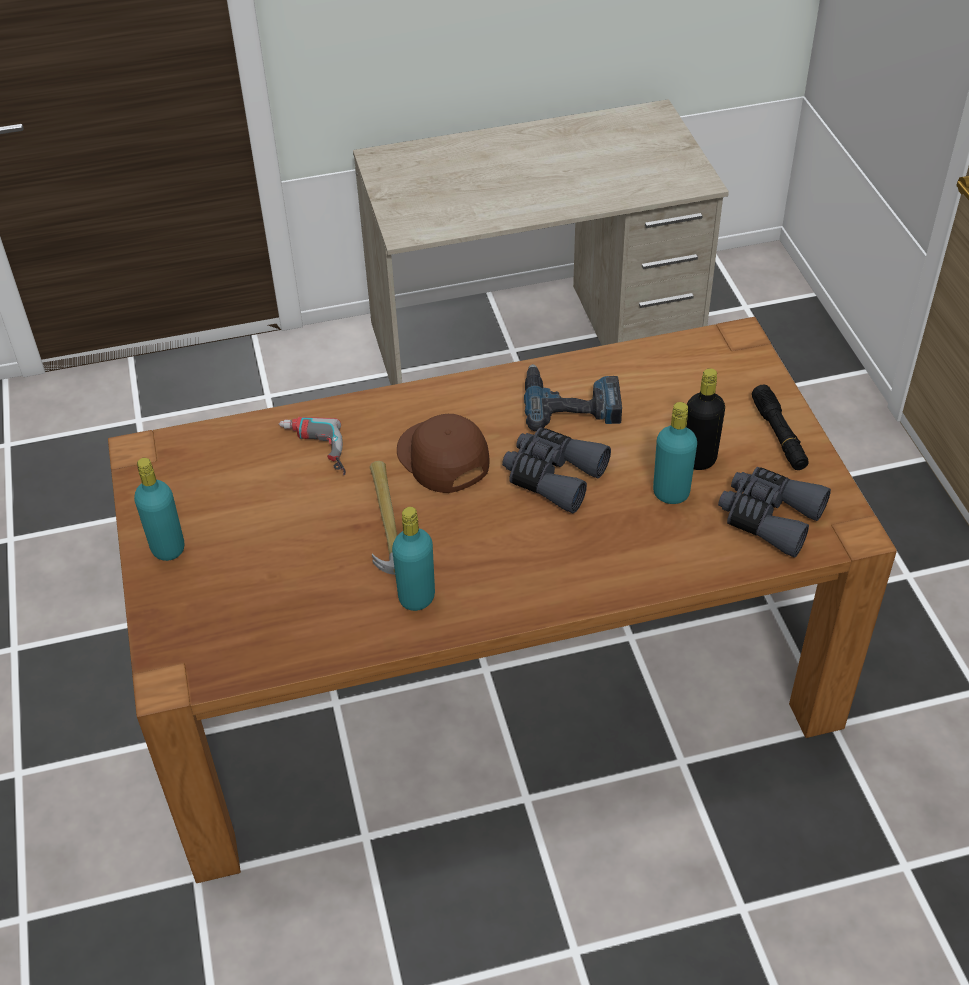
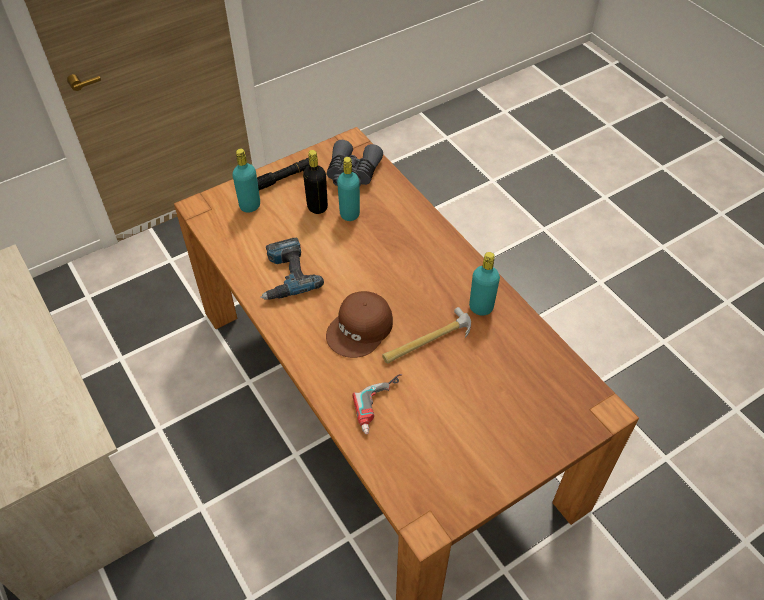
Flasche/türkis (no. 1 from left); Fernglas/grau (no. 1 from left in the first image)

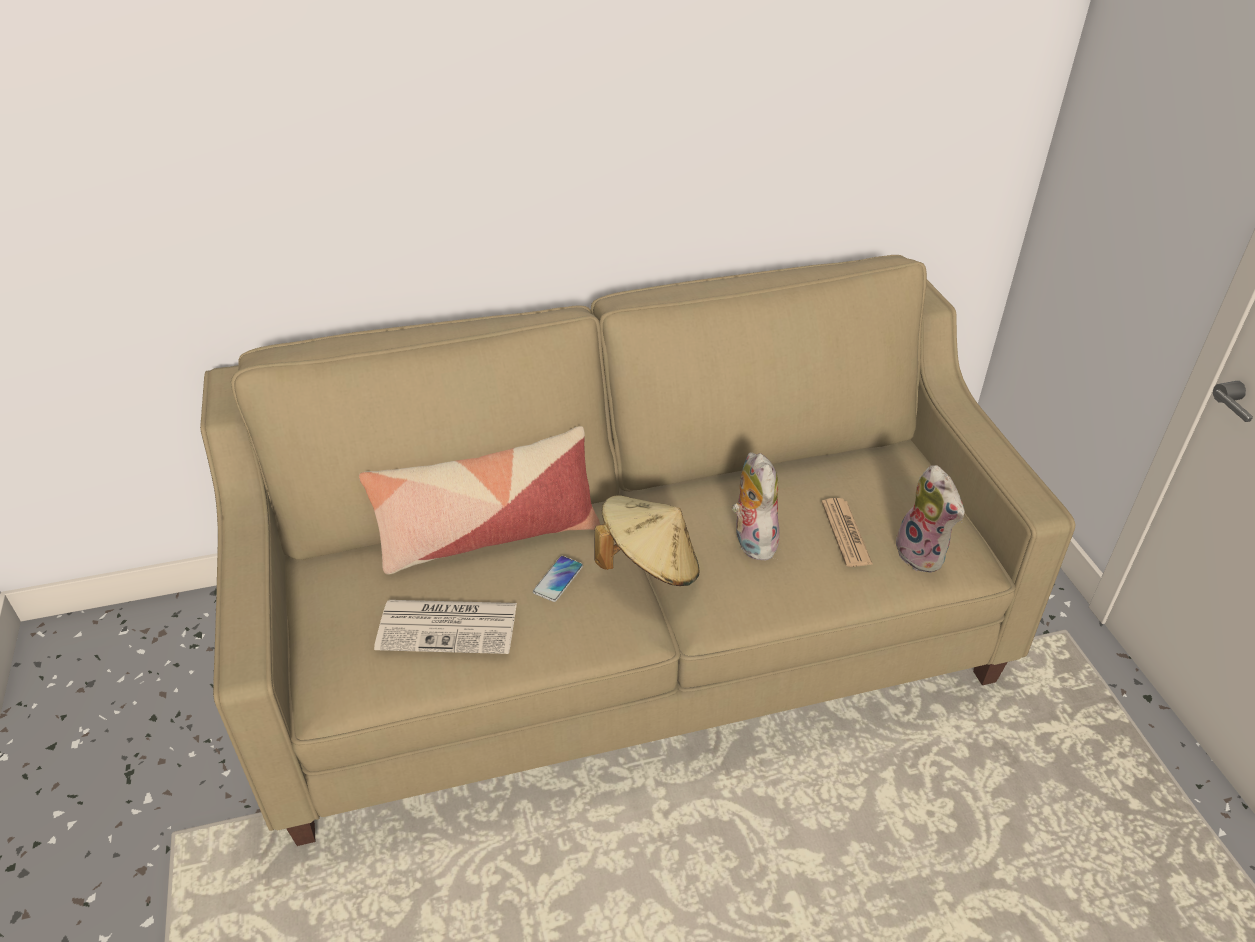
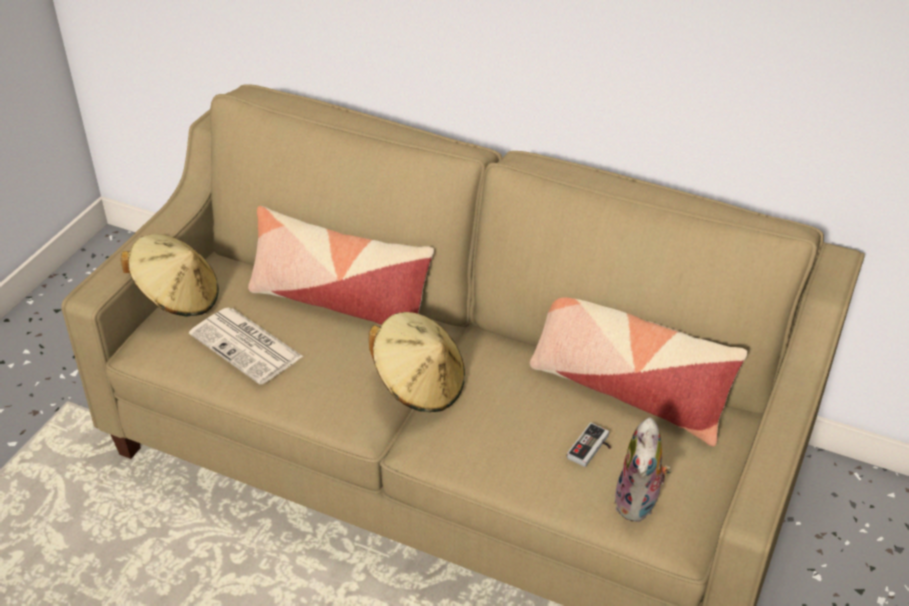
Handy; Plüschtier (no. 1 from left in the first image); Gamepad; Hut/beige (no. 1 from left); Kissen (no. 2 from left)

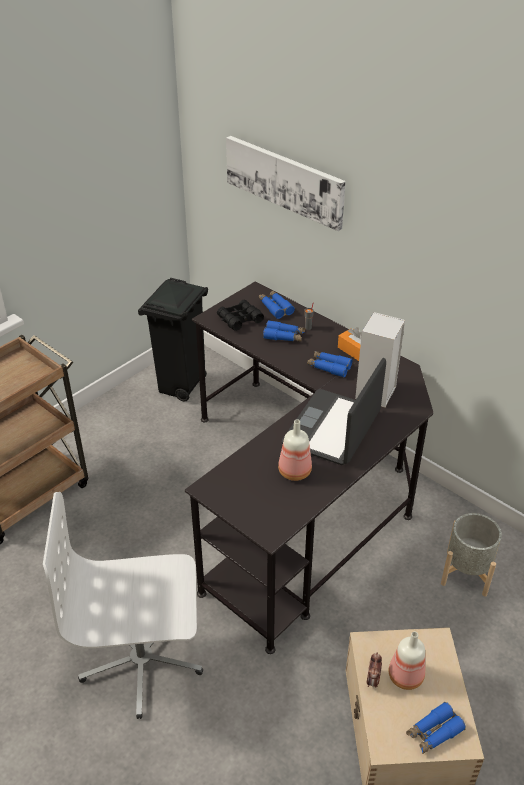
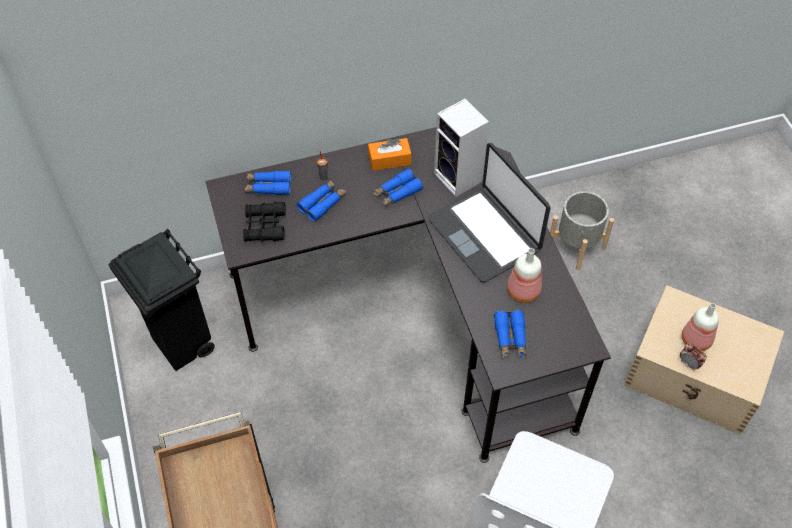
Bild; Fernglas/blau (no. 4 from left)

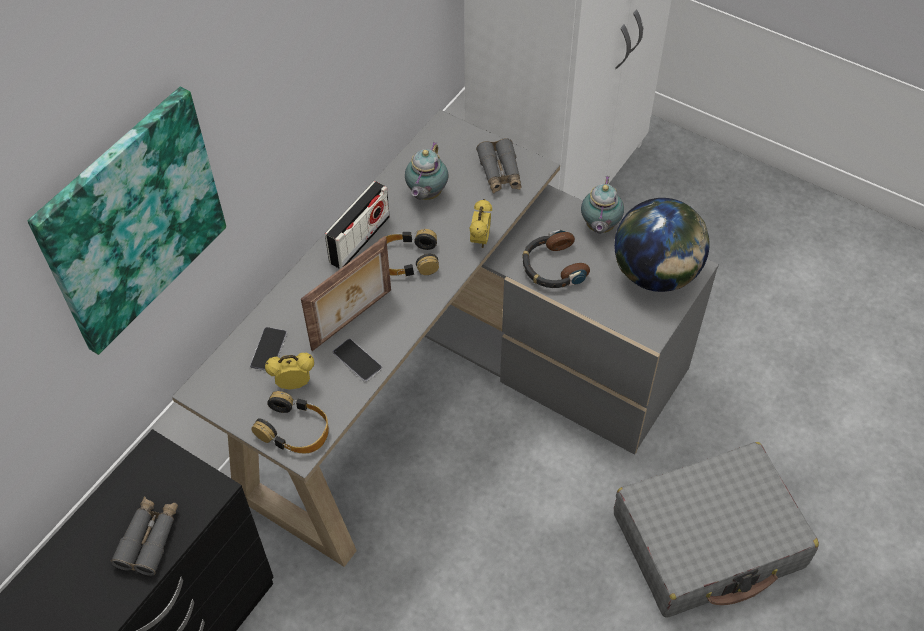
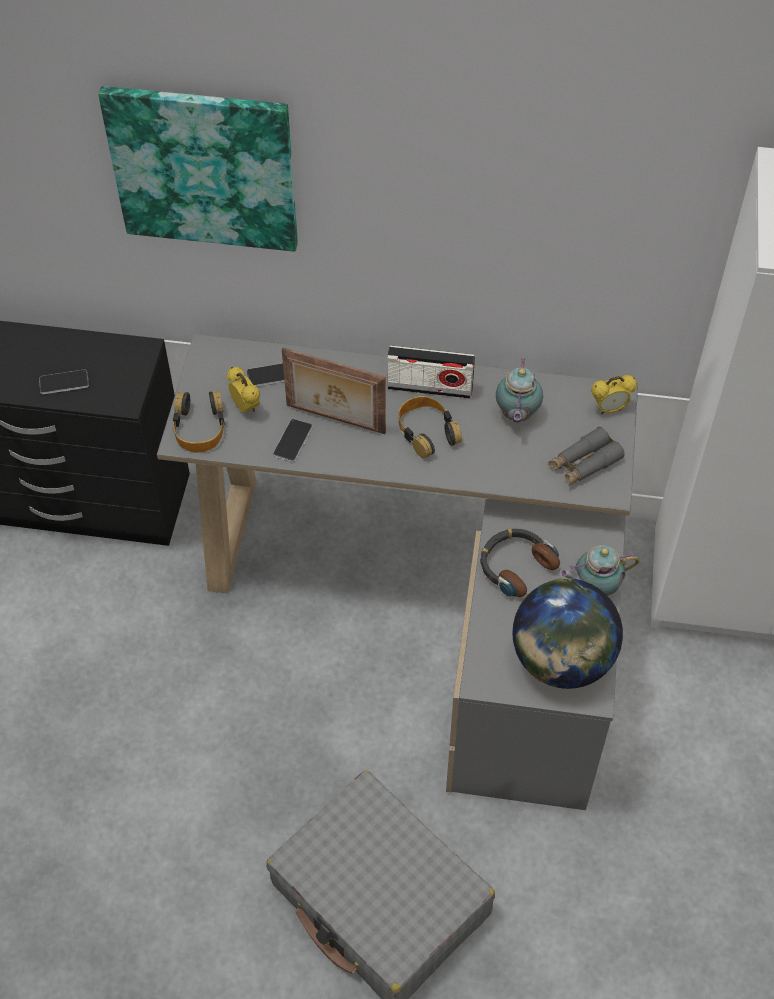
Handy (no. 1 from left); Teekanne (no. 1 from left); Wecker (no. 2 from left)

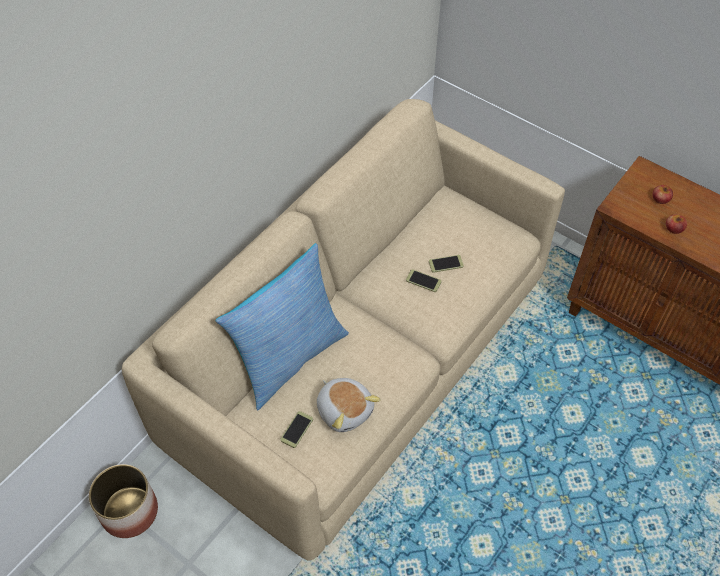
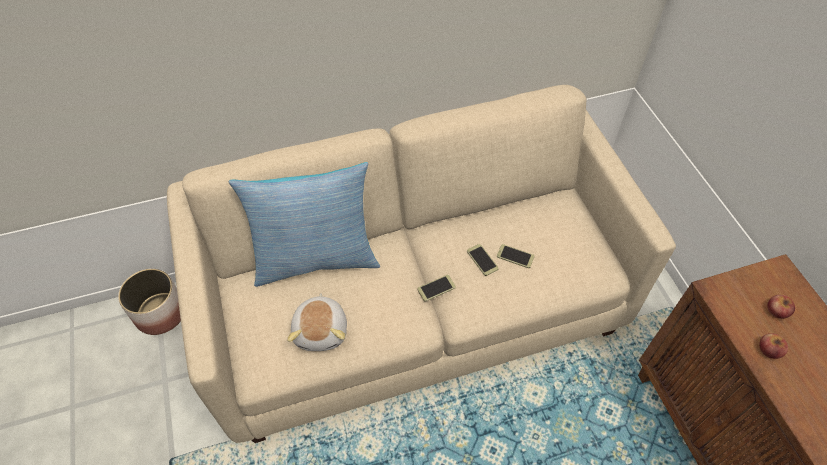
Handy (no. 1 from left)

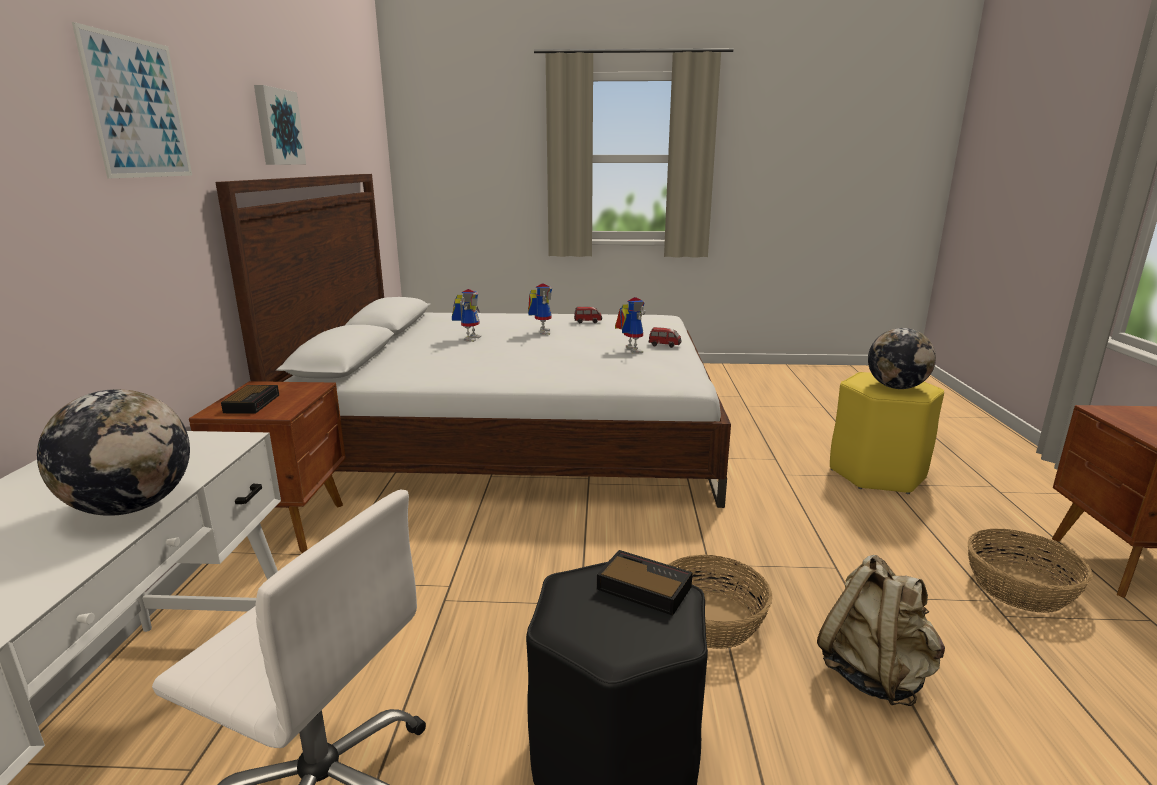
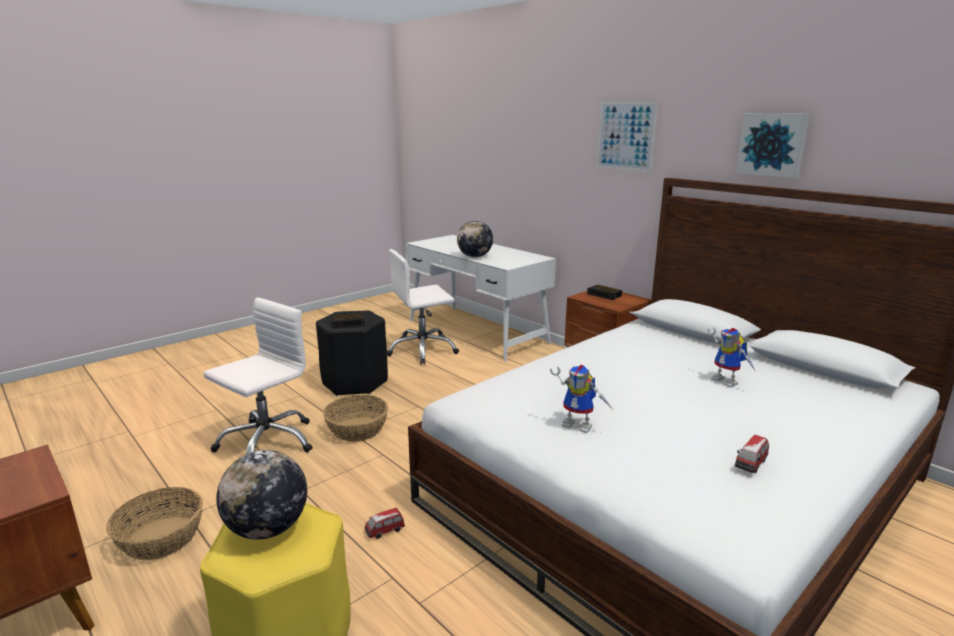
Spielzeugroboter (no. 2 from left in the first image); Spielzeugauto (no. 1 from left); Bürostuhl/weiß (no. 1 from left)

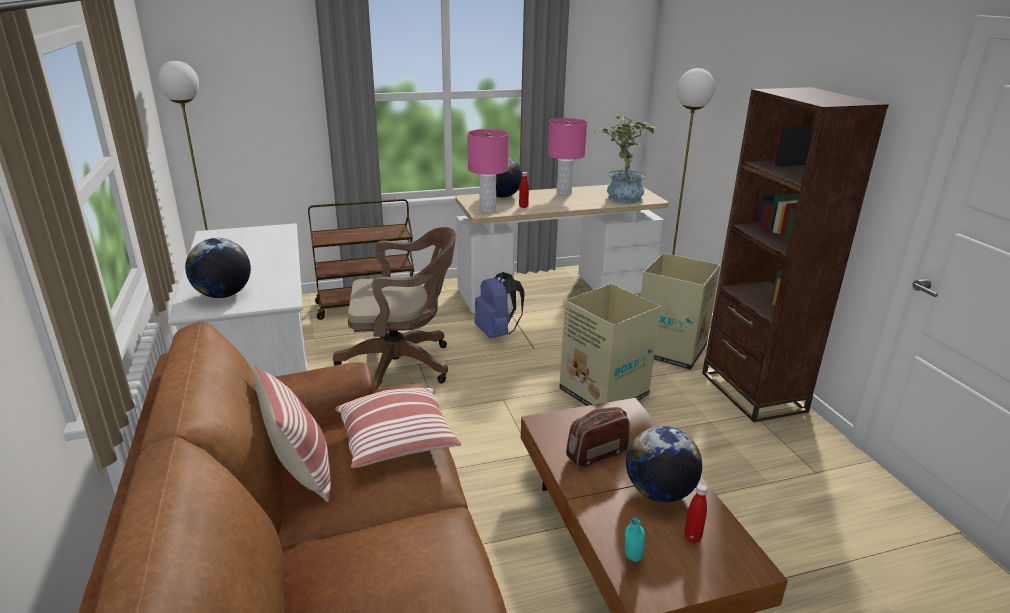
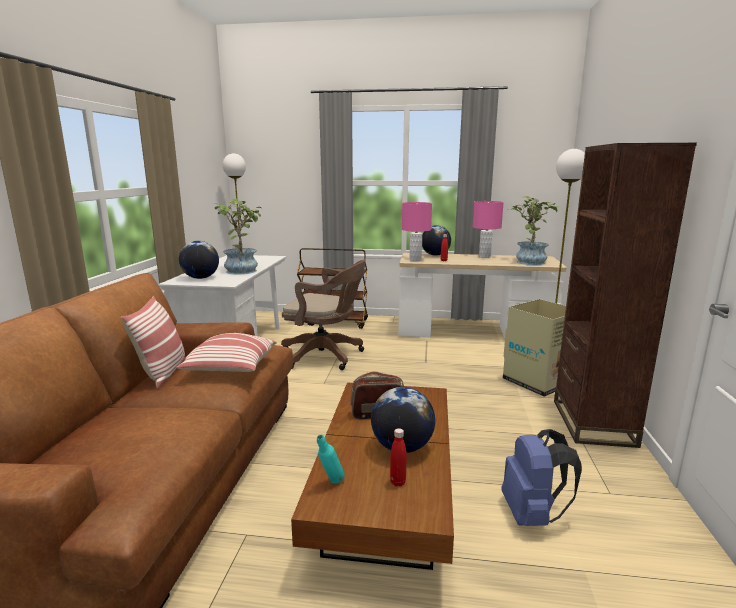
Rucksack/blau; Karton (no. 1 from left in the first image); Topfpflanze (no. 1 from left)

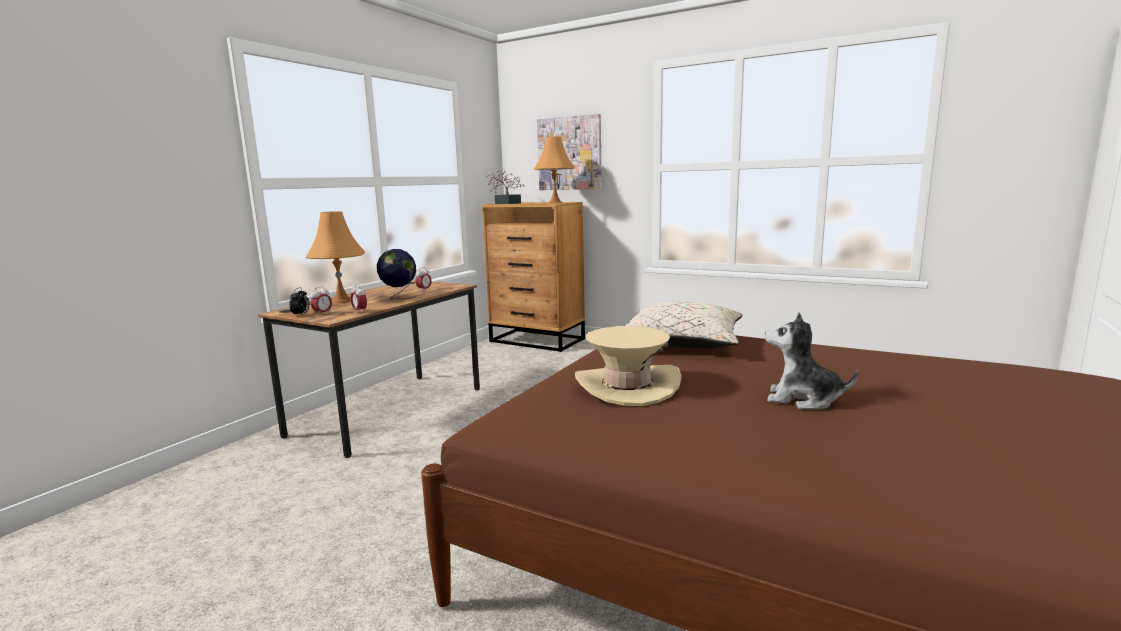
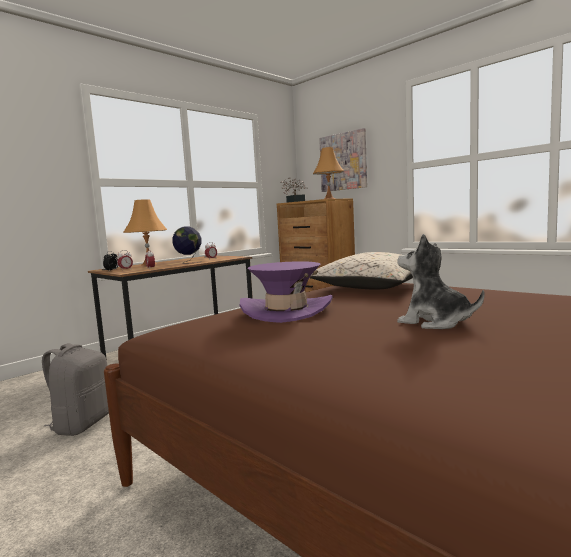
Hut/lila; Rucksack/grau

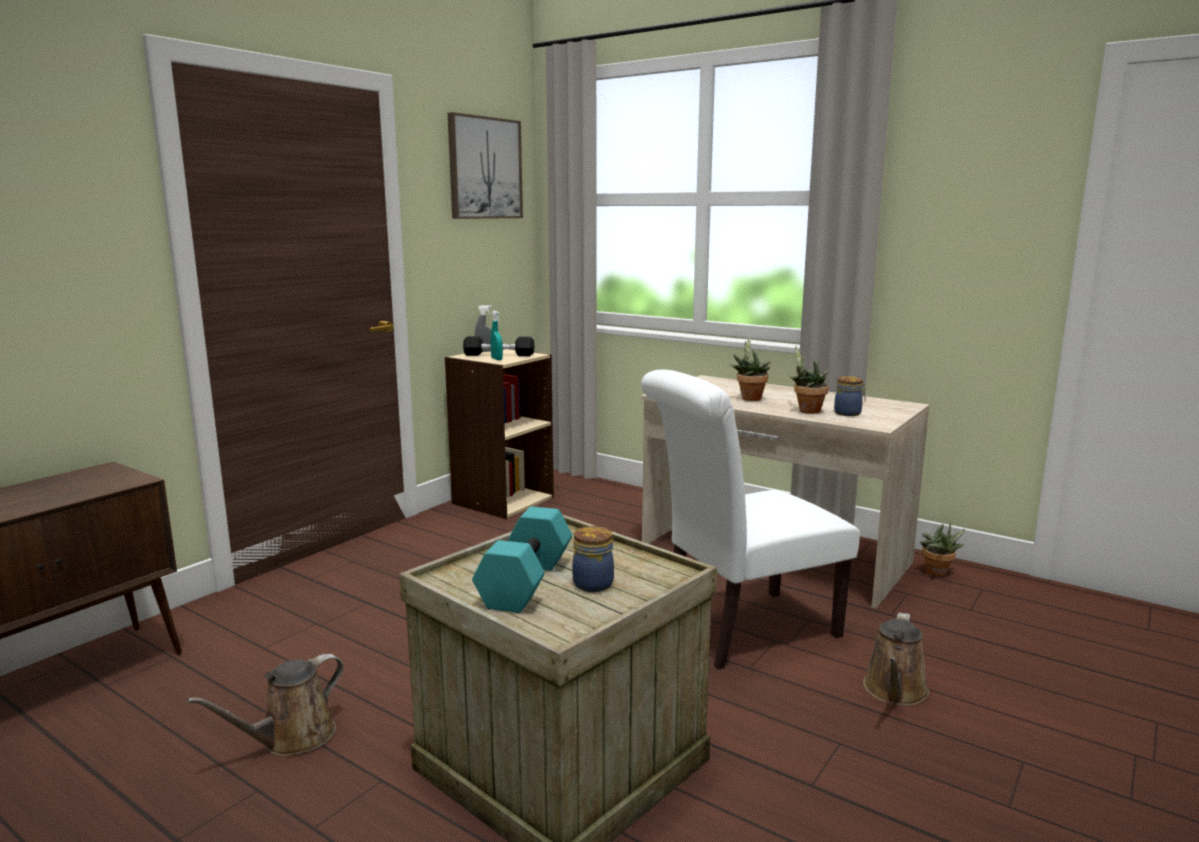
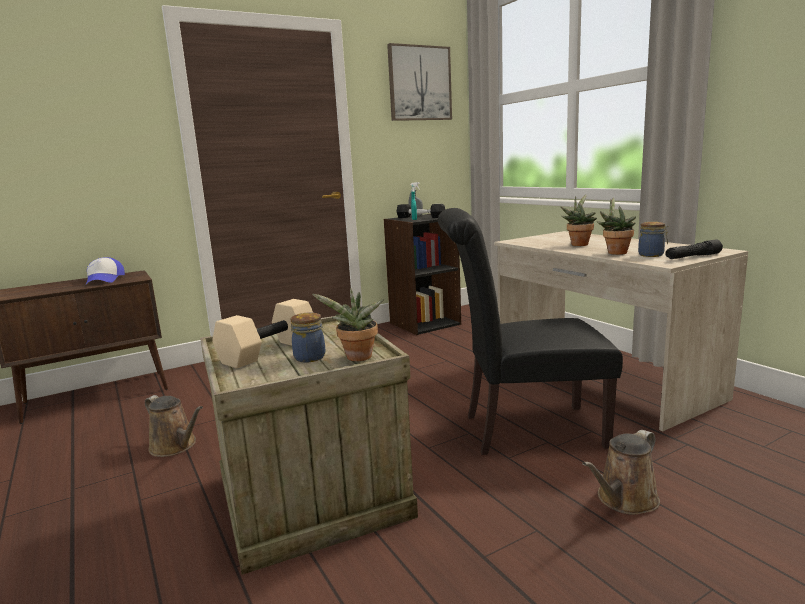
Gießkanne/braun (no. 1 from left); Bücherregal/schwarz; Hantel/beige; Stuhl/schwarz; Topfpflanze (no. 1 from left); Kappe; Taschenlampe/schwarz

